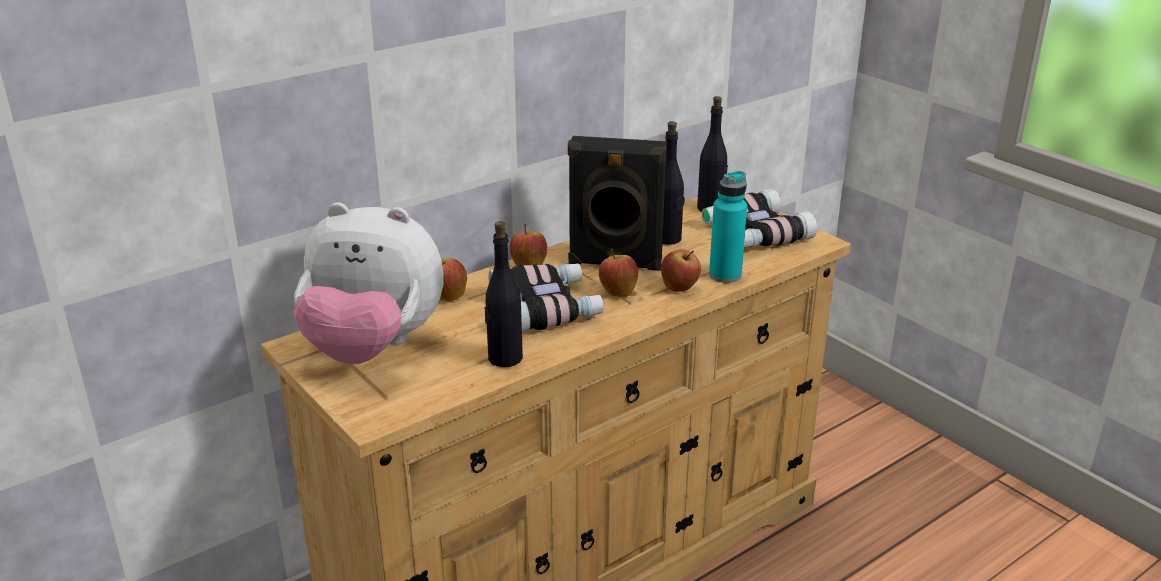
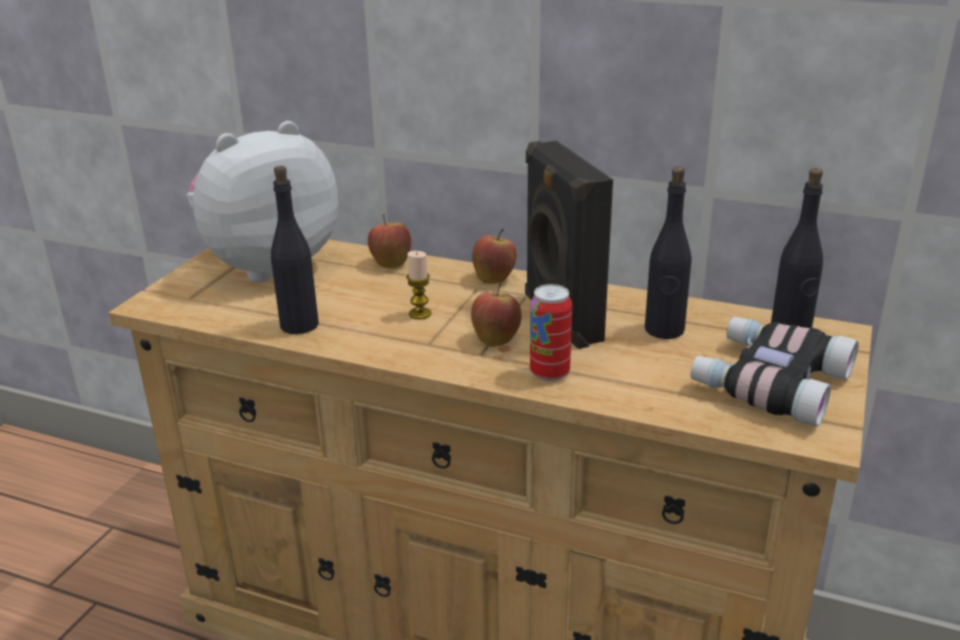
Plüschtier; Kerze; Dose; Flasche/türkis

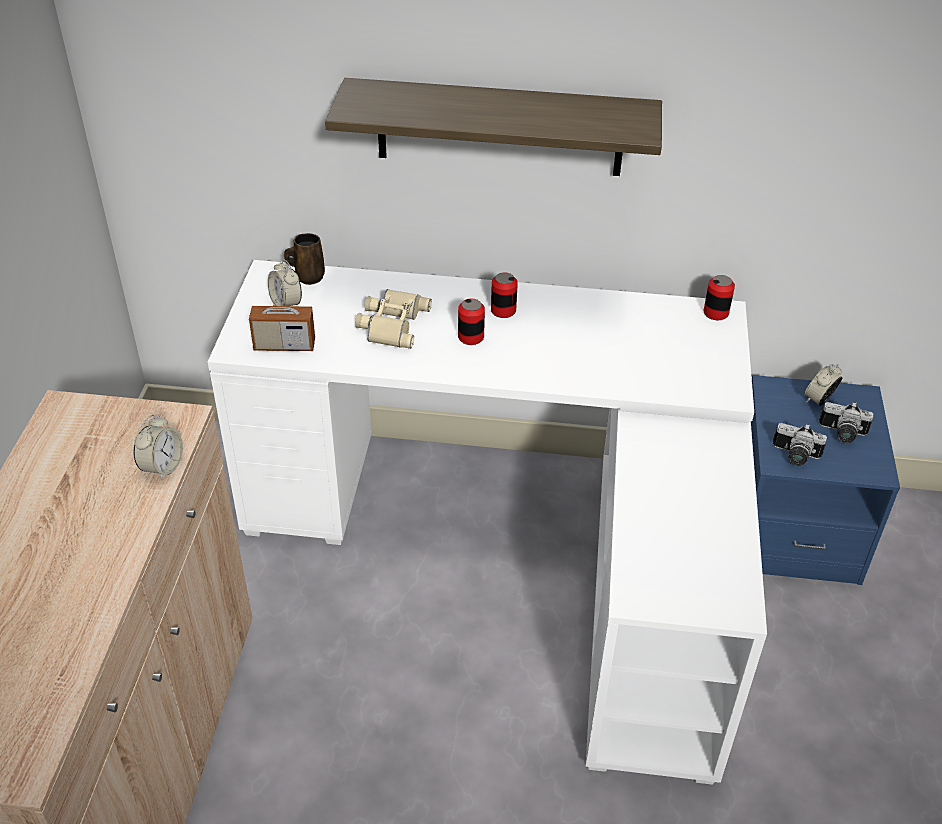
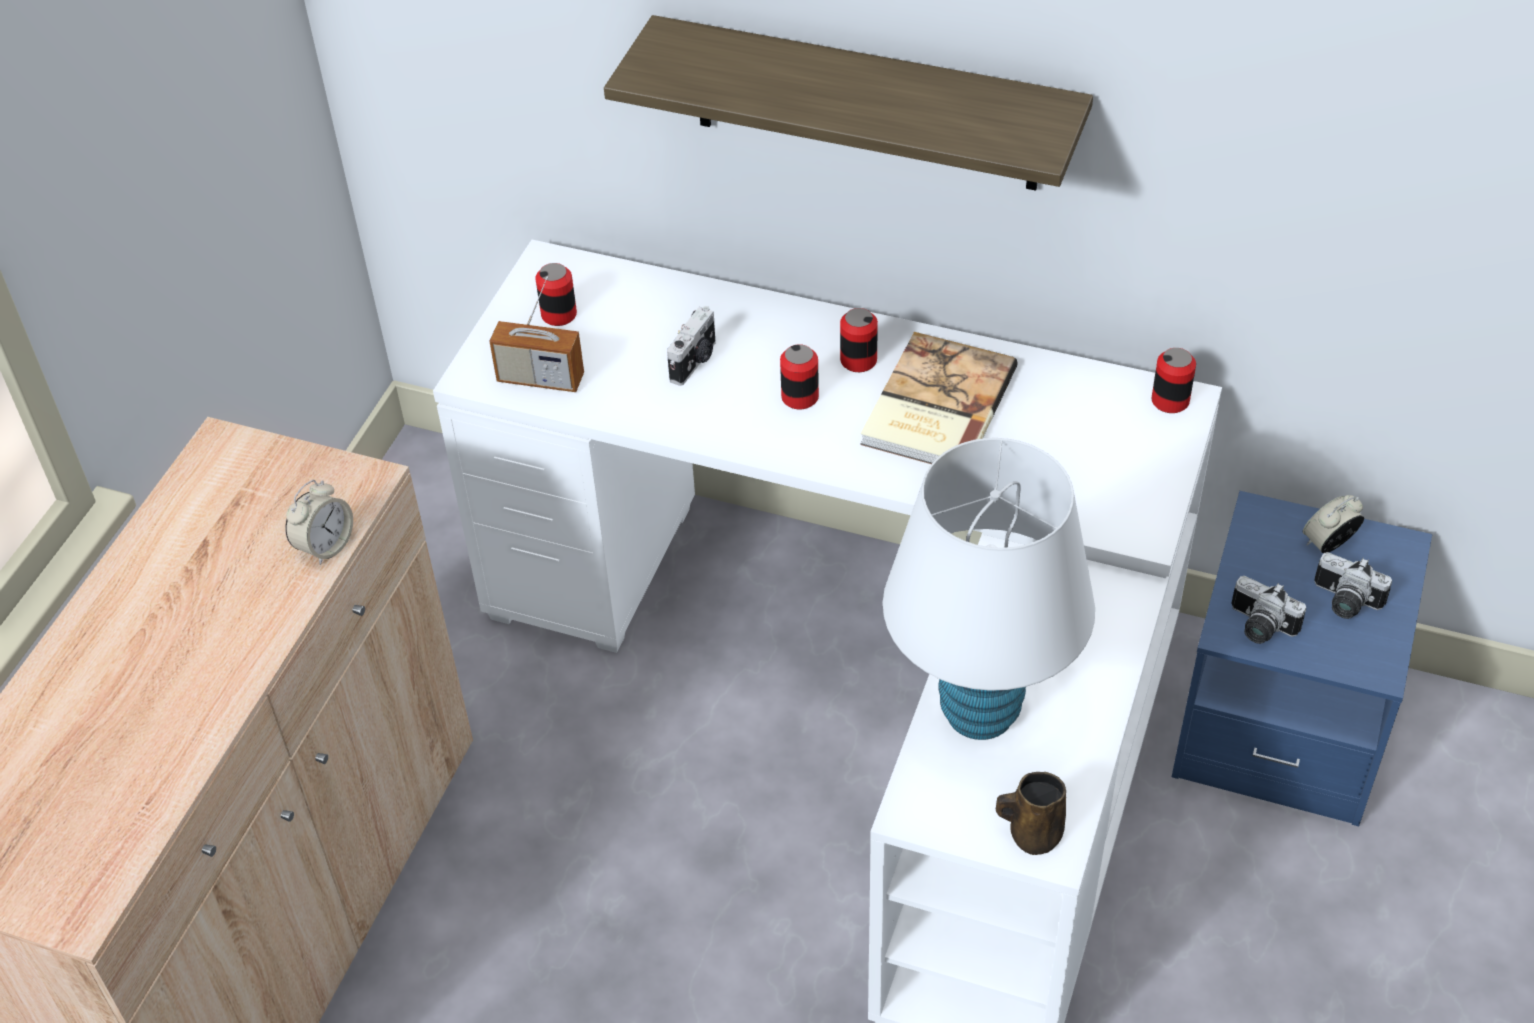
Dose (no. 1 from left); Henkelbecher/braun; Kamera (no. 1 from left); Buch; Tischlampe/weiß

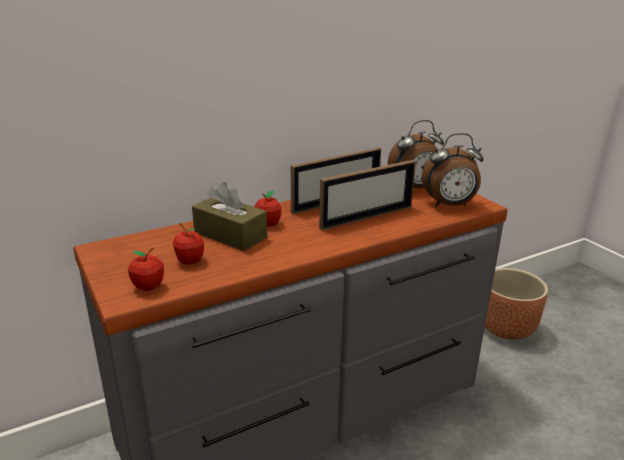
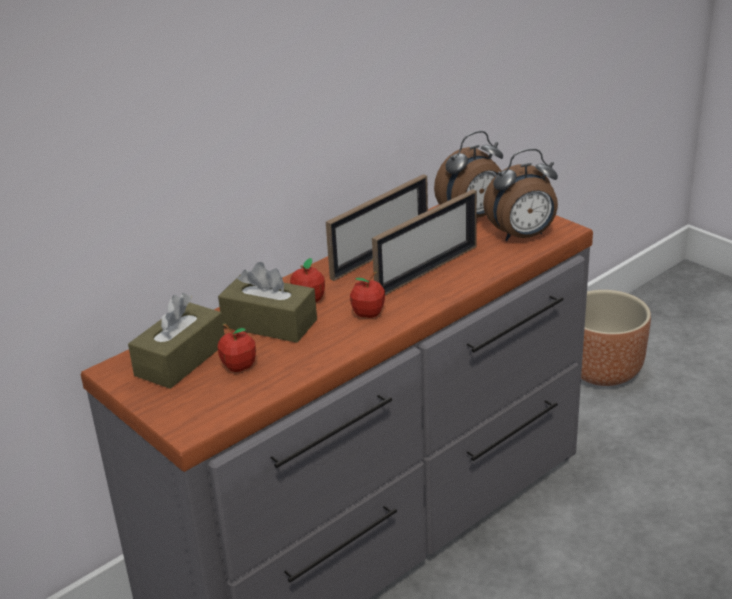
Apfel (no. 3 from left); Taschentuchbox/braun (no. 1 from left)

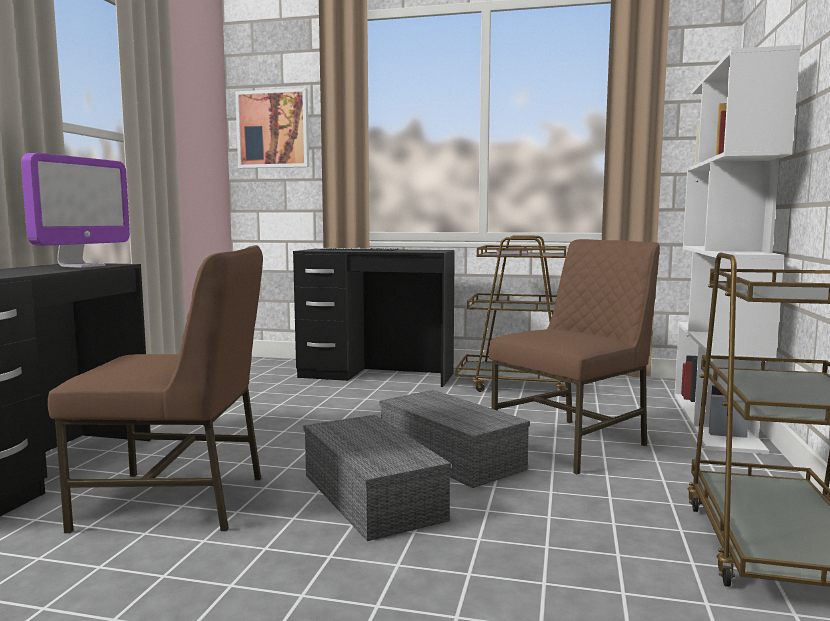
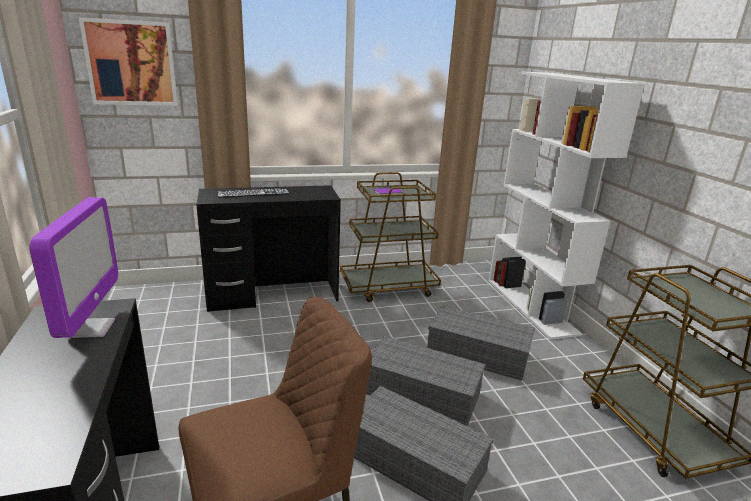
Aufbewahrungsbox/grau (no. 3 from left)

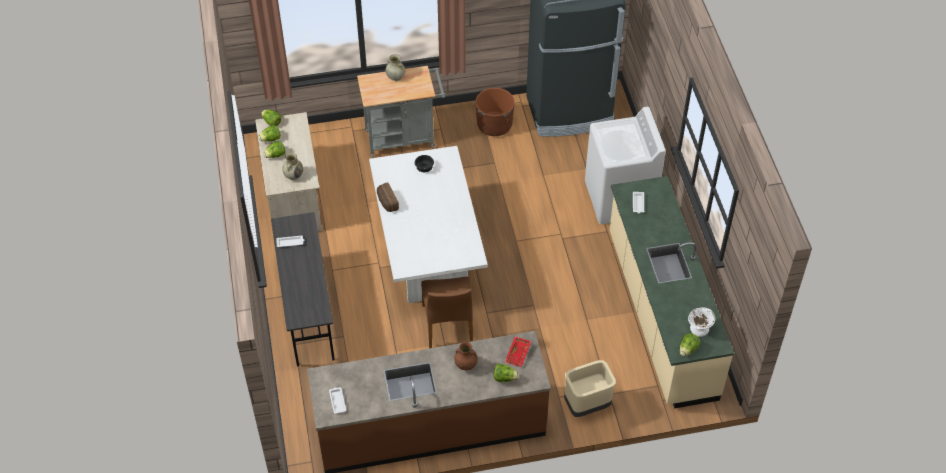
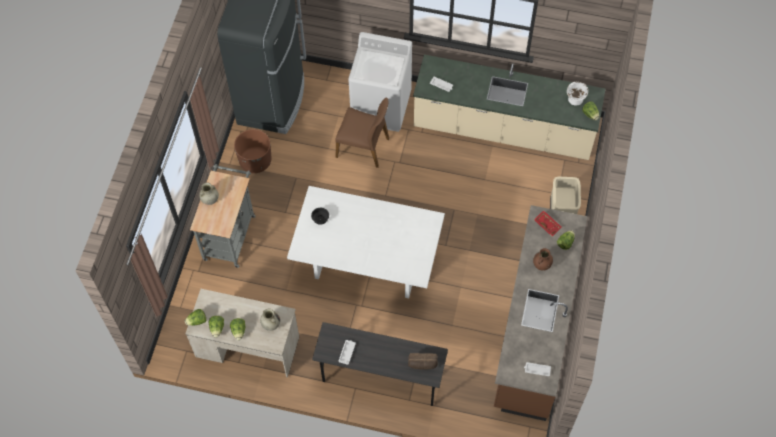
Brot; Stuhl/braun

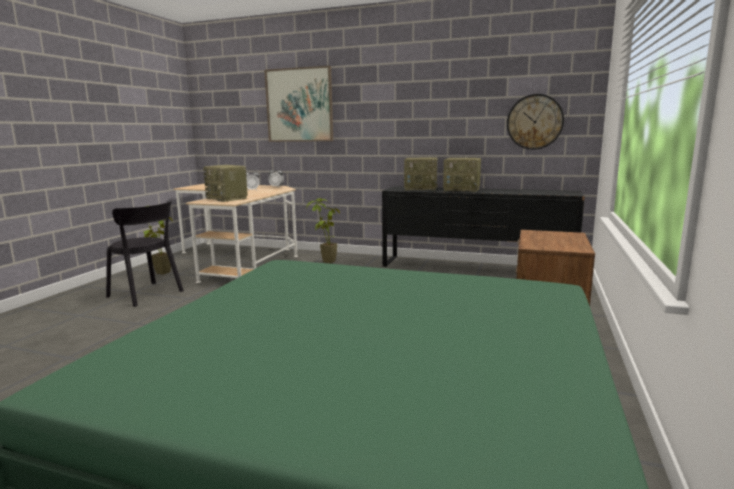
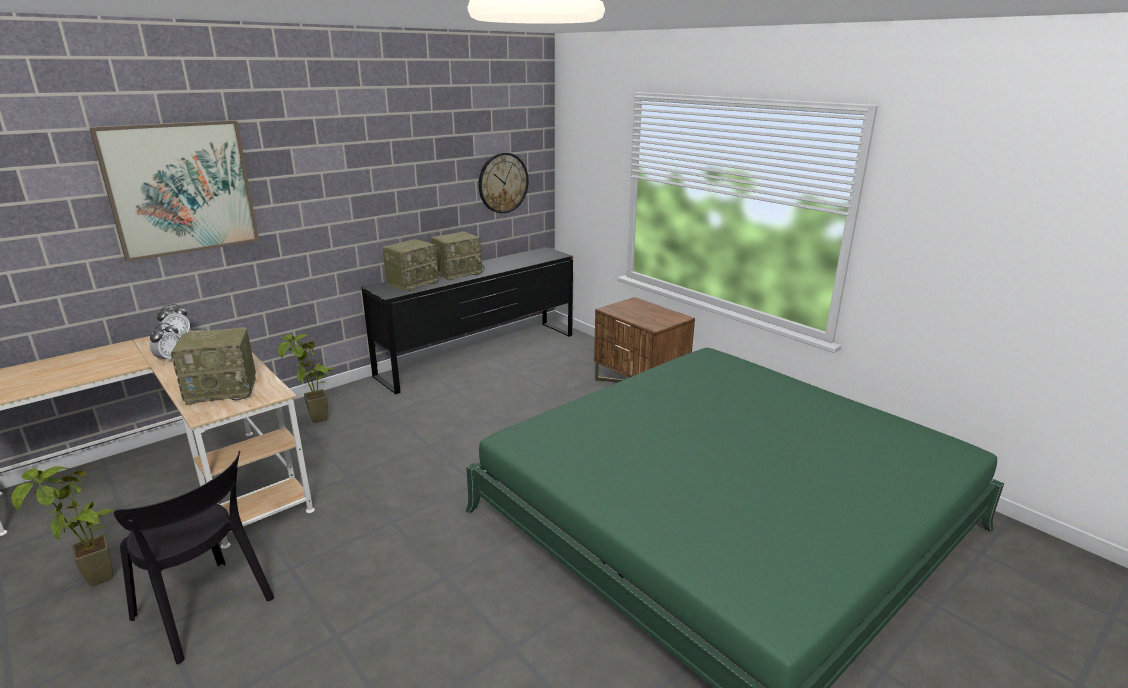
Stuhl/schwarz

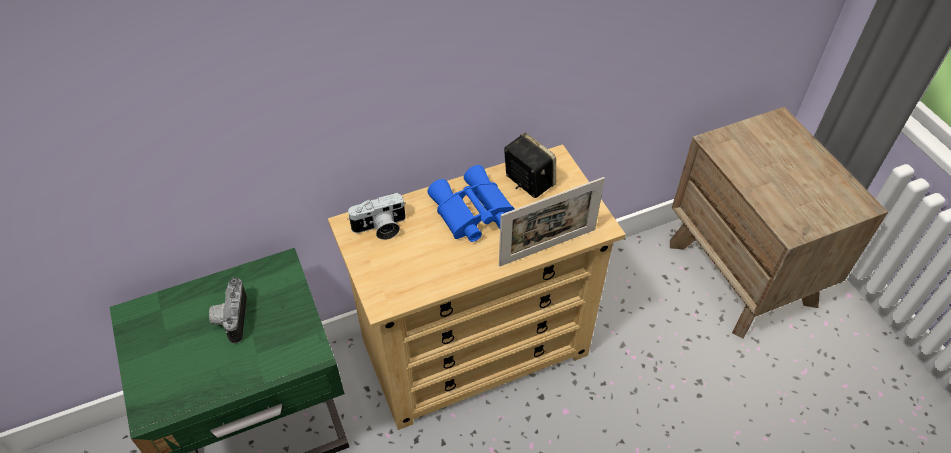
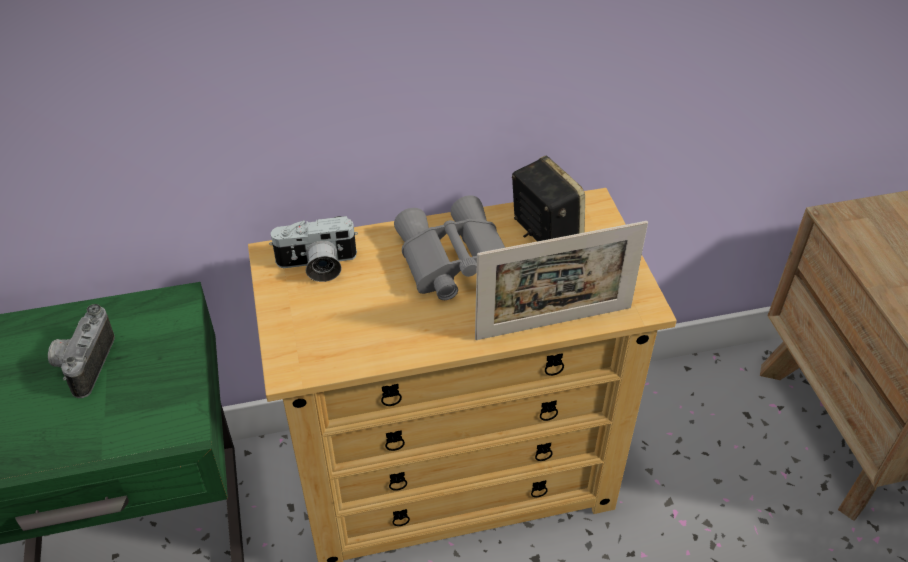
Fernglas/grau

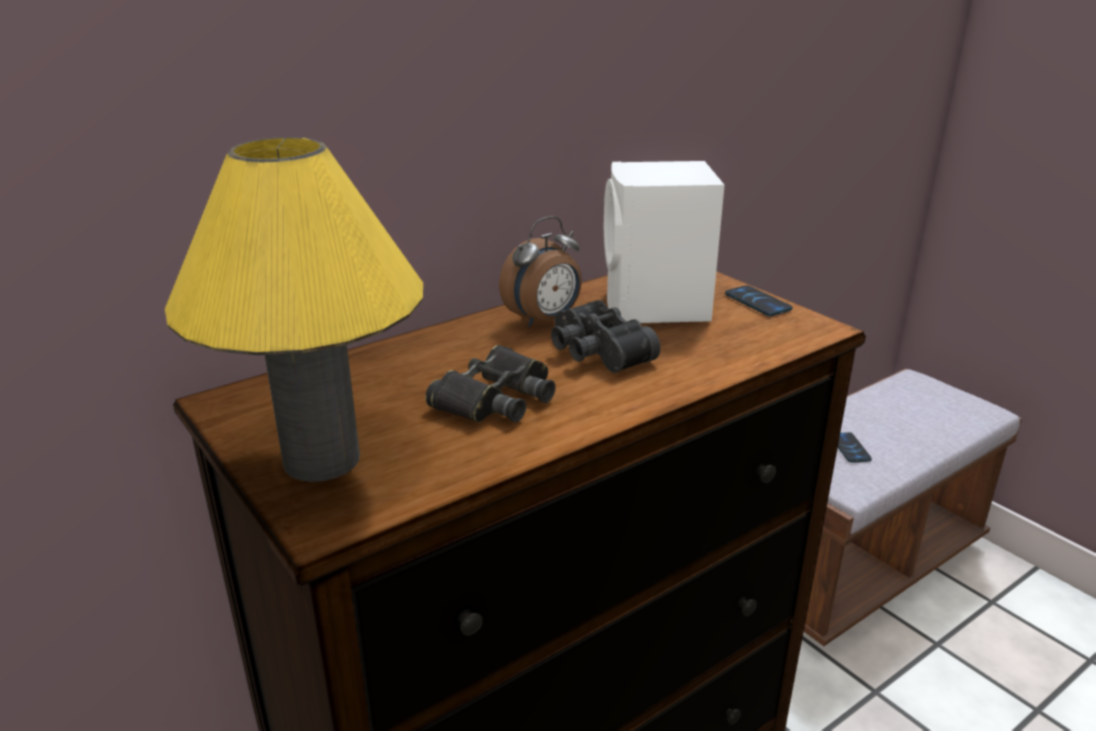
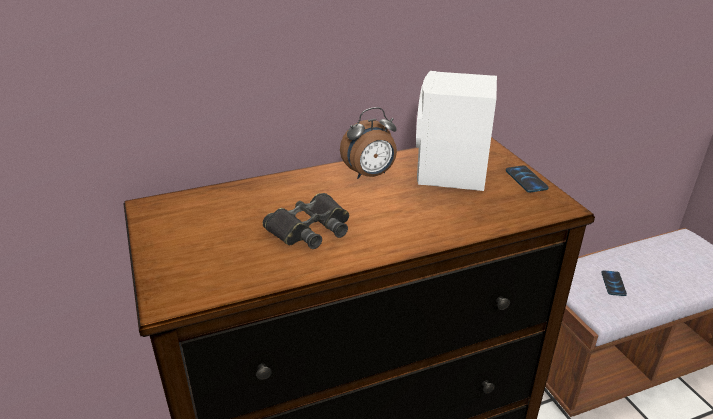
Tischlampe/gelb; Fernglas/schwarz (no. 2 from left in the first image)

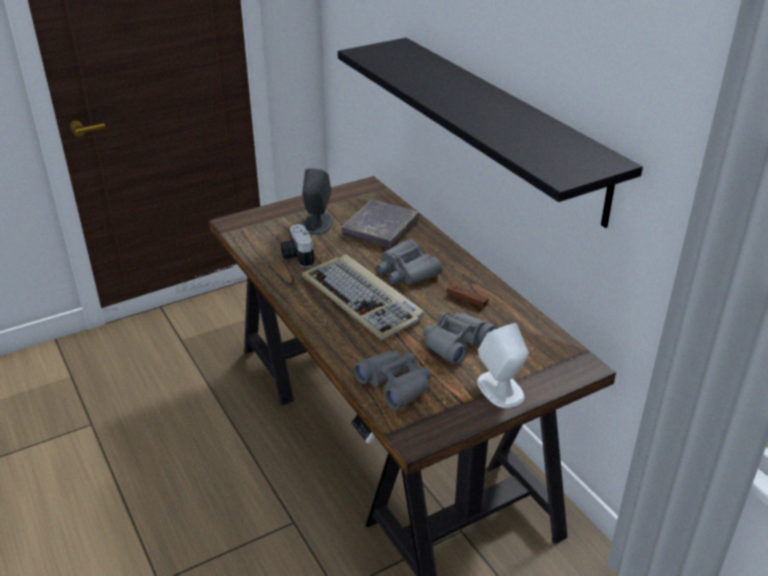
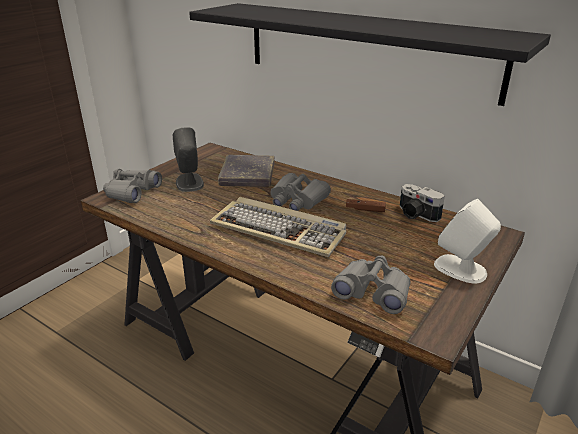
Kamera; Fernglas/grau (no. 1 from left)

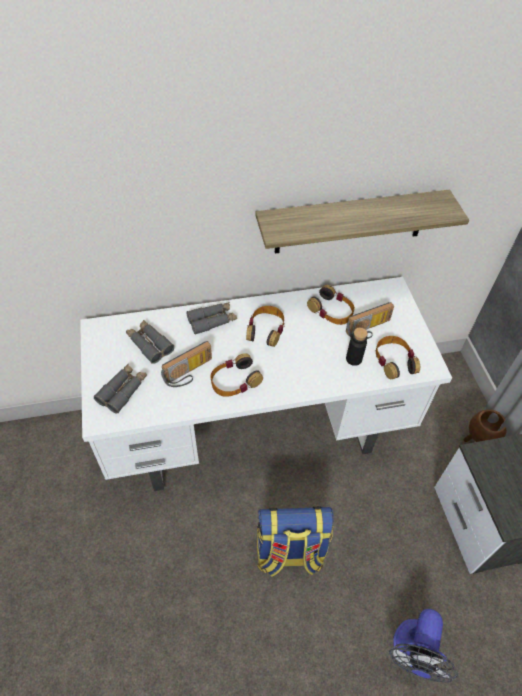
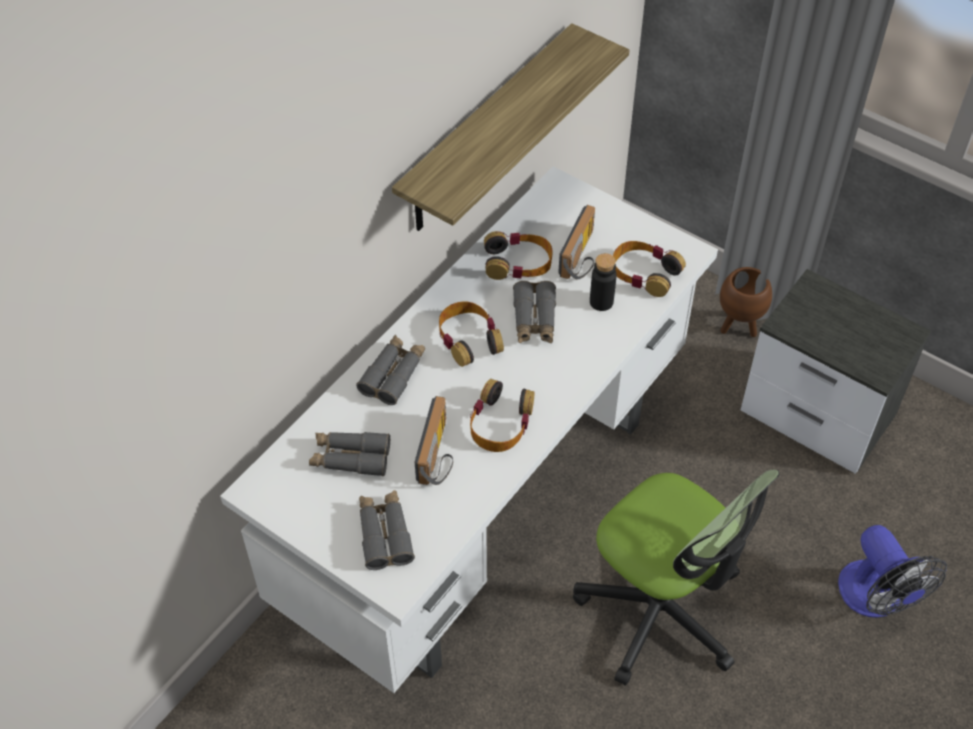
Bürostuhl; Fernglas/grau (no. 4 from left)

